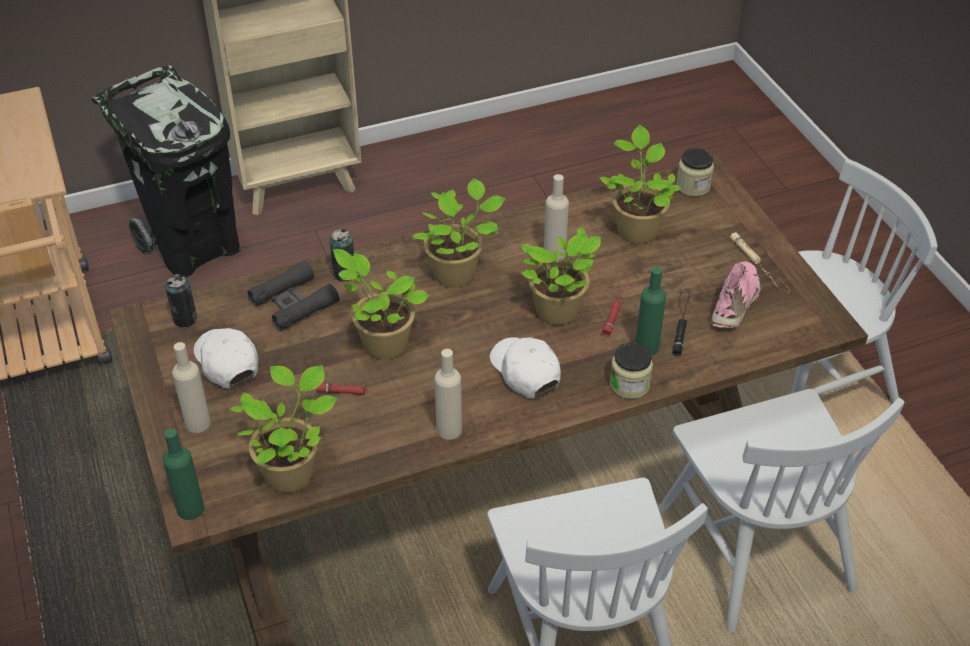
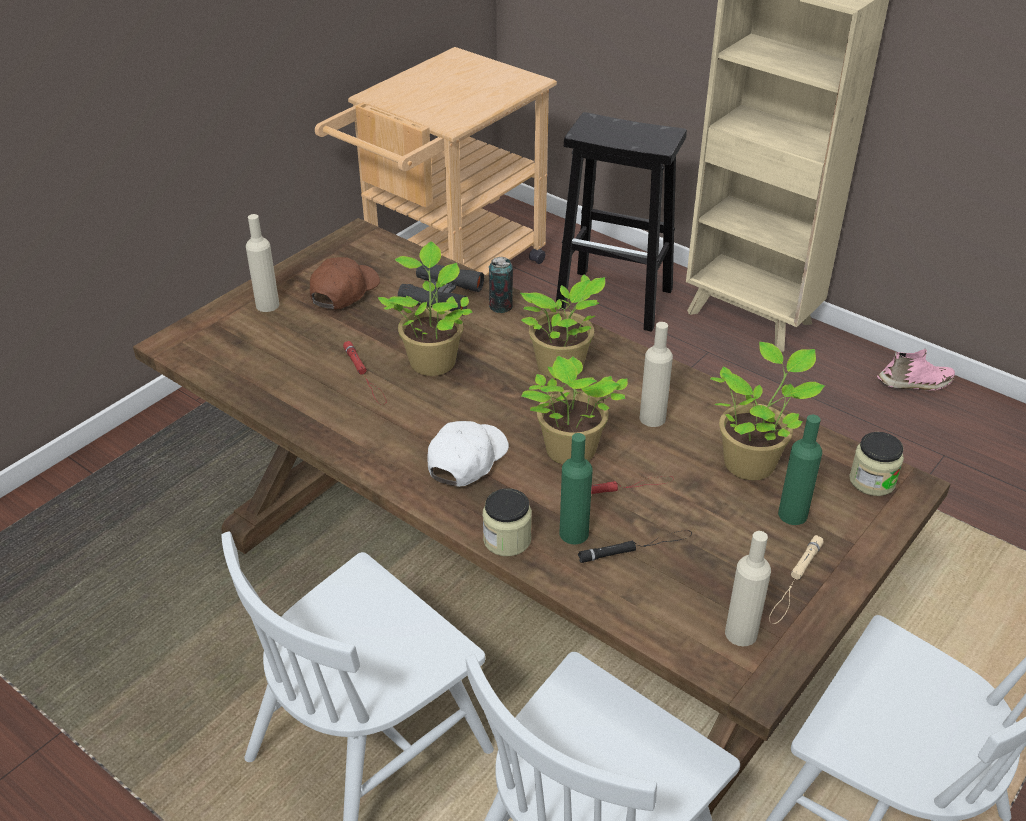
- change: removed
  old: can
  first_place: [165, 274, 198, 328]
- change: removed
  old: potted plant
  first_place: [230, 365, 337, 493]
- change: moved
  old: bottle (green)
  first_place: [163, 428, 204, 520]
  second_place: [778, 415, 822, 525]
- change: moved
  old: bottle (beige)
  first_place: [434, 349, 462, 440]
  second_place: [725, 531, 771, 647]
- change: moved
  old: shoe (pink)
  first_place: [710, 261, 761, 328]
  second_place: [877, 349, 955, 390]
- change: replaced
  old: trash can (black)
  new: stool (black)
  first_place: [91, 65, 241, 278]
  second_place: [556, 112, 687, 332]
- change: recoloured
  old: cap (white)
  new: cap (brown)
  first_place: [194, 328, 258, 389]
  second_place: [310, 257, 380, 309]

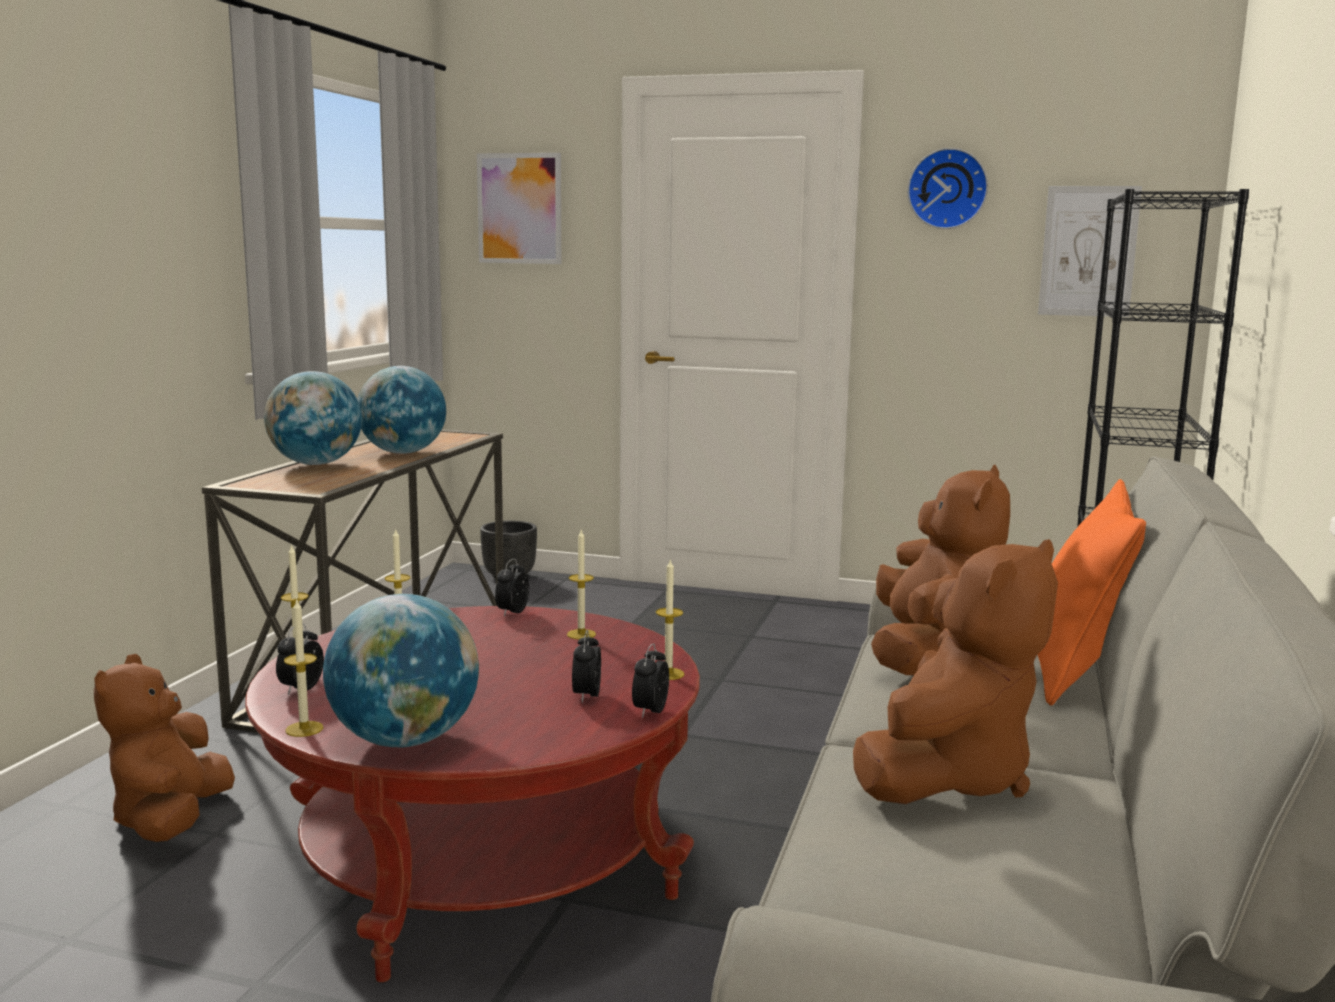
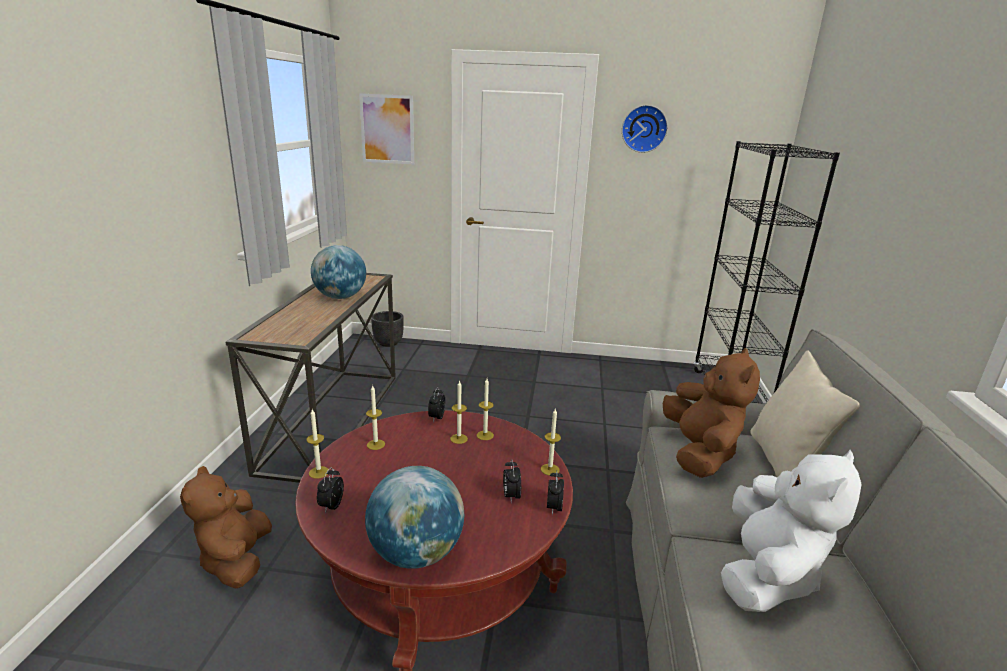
- change: removed
  old: globe
  first_place: [264, 371, 362, 465]
- change: removed
  old: picture
  first_place: [1038, 186, 1142, 317]
- change: moved
  old: candle
  first_place: [284, 600, 323, 737]
  second_place: [450, 380, 468, 444]
- change: recoloured
  old: plush toy (brown)
  new: plush toy (white)
  first_place: [853, 539, 1058, 804]
  second_place: [721, 450, 862, 612]
- change: recoloured
  old: pillow (orange)
  new: pillow (beige)
  first_place: [1038, 479, 1146, 706]
  second_place: [750, 351, 860, 478]

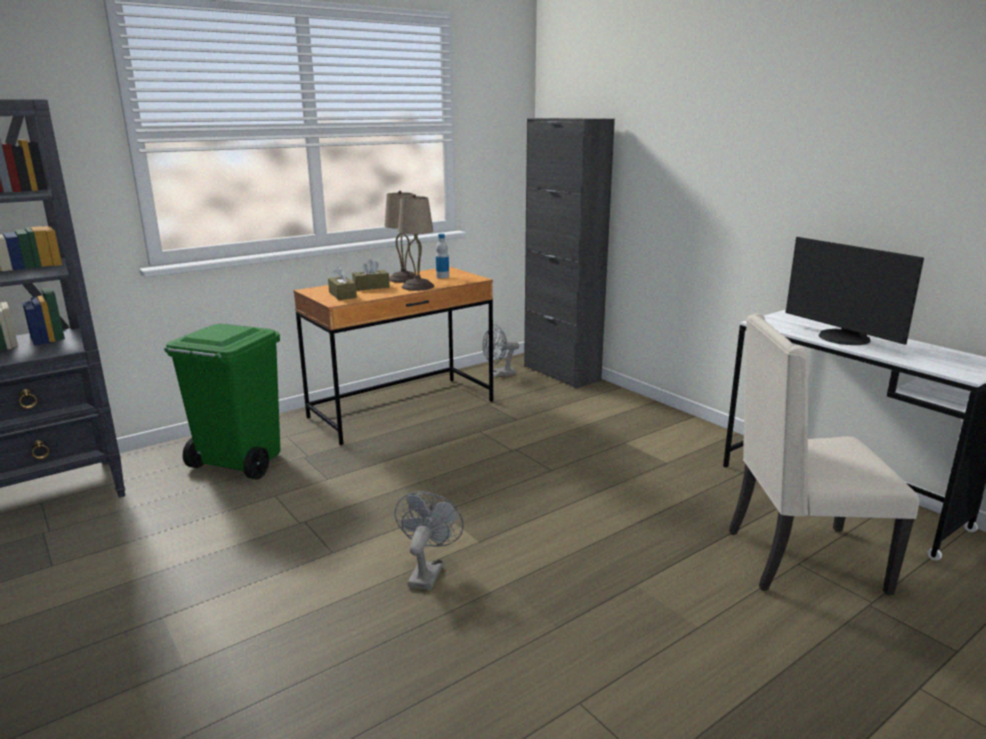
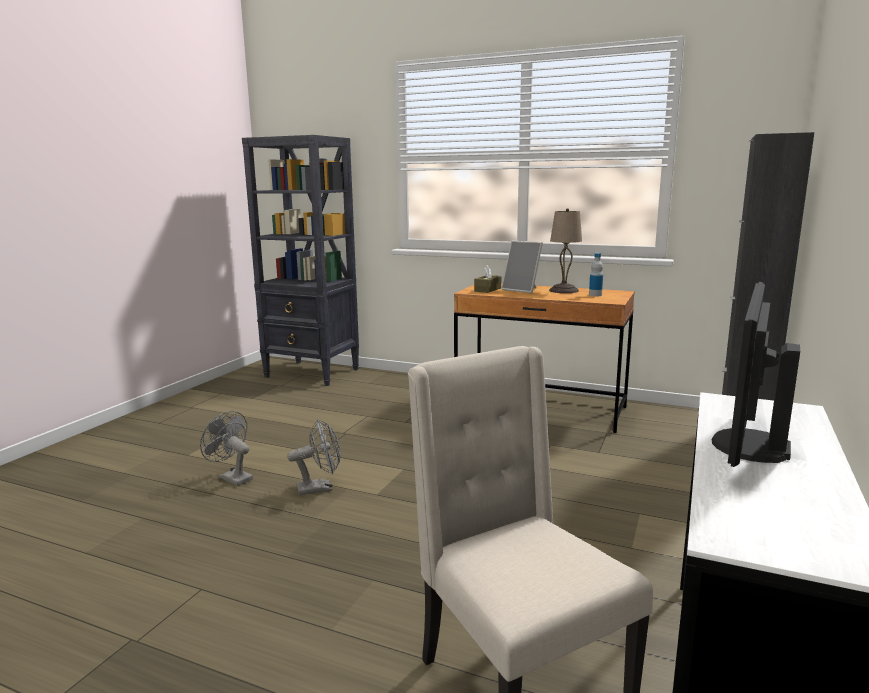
- change: removed
  old: trash can (green)
  first_place: [164, 323, 280, 479]
- change: removed
  old: table lamp (beige)
  first_place: [398, 194, 434, 291]
- change: moved
  old: fan (grey)
  first_place: [482, 324, 519, 377]
  second_place: [200, 411, 253, 486]
- change: replaced
  old: tissue box (brown)
  new: picture frame
  first_place: [352, 259, 390, 291]
  second_place: [501, 240, 543, 293]

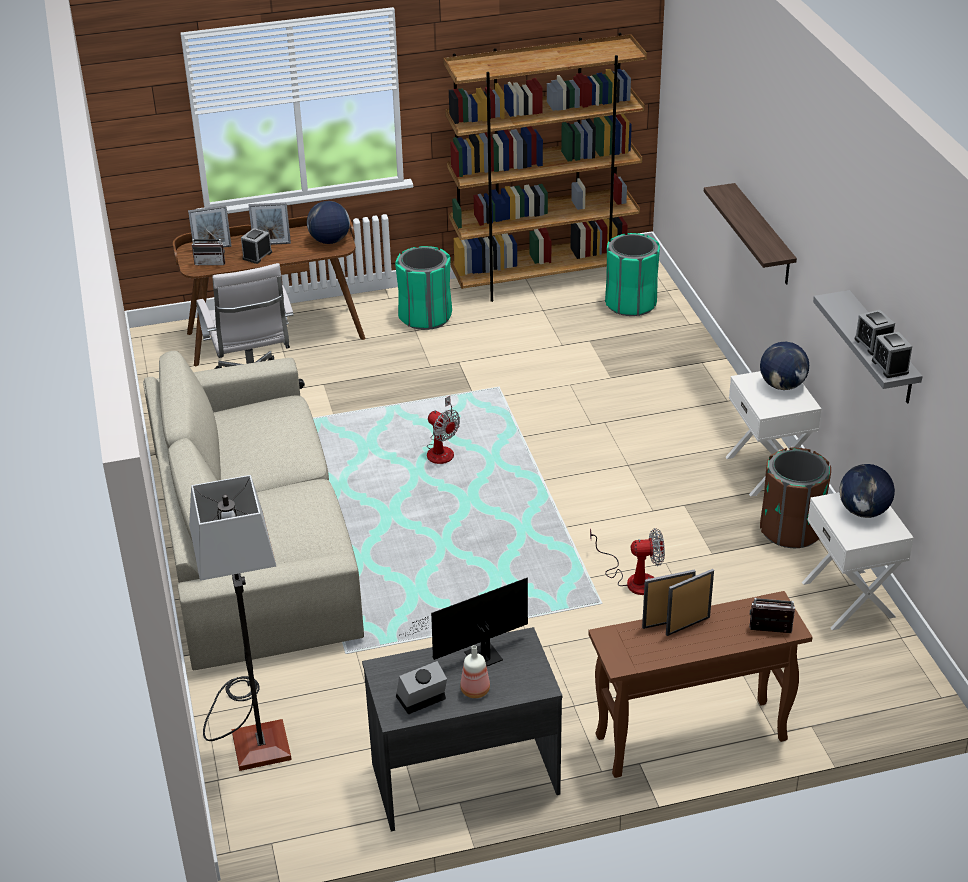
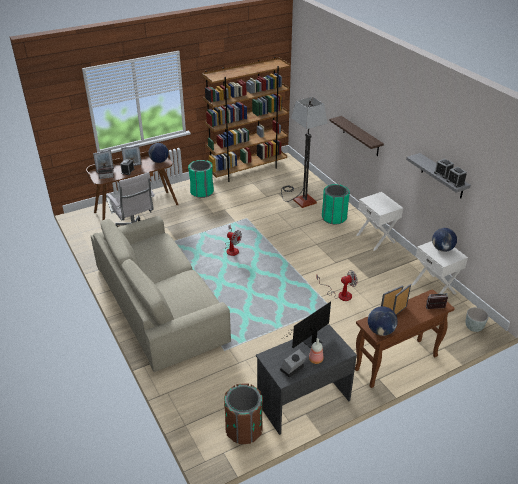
- change: added
  new: planter (grey)
  second_place: [465, 307, 489, 332]
- change: moved
  old: floor lamp
  first_place: [189, 475, 292, 771]
  second_place: [281, 97, 327, 208]
- change: moved
  old: trash can (green)
  first_place: [605, 233, 660, 316]
  second_place: [322, 184, 350, 225]
- change: moved
  old: globe
  first_place: [760, 342, 809, 390]
  second_place: [368, 306, 397, 336]
- change: moved
  old: trash can (brown)
  first_place: [760, 447, 831, 548]
  second_place: [224, 384, 263, 444]

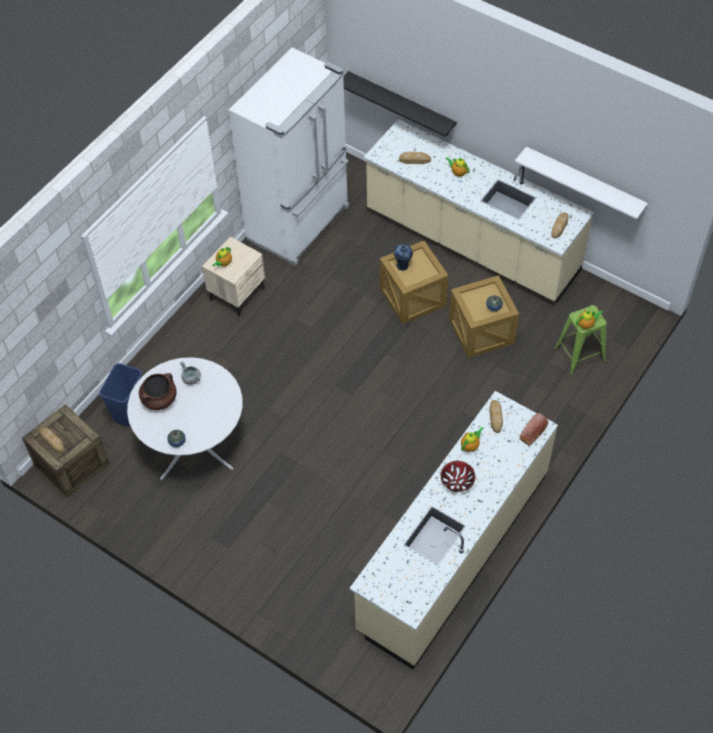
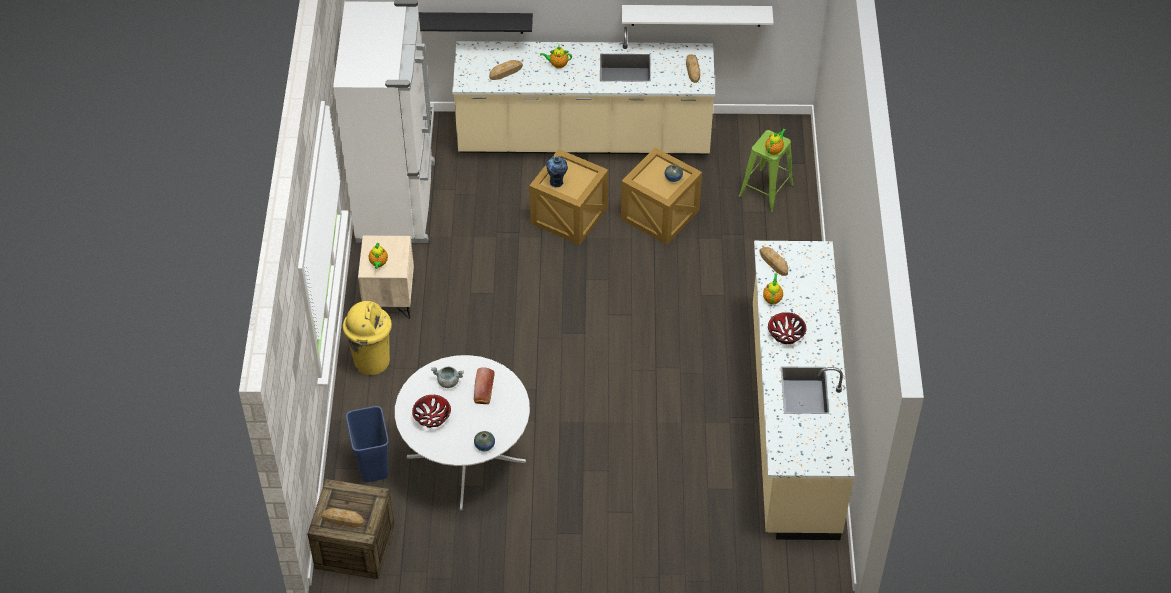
- change: added
  new: trash can (yellow)
  second_place: [343, 301, 392, 375]
- change: moved
  old: bread
  first_place: [520, 413, 549, 446]
  second_place: [474, 367, 495, 404]
- change: replaced
  old: cooking pot (brown)
  new: bowl
  first_place: [139, 373, 177, 410]
  second_place: [412, 395, 451, 428]

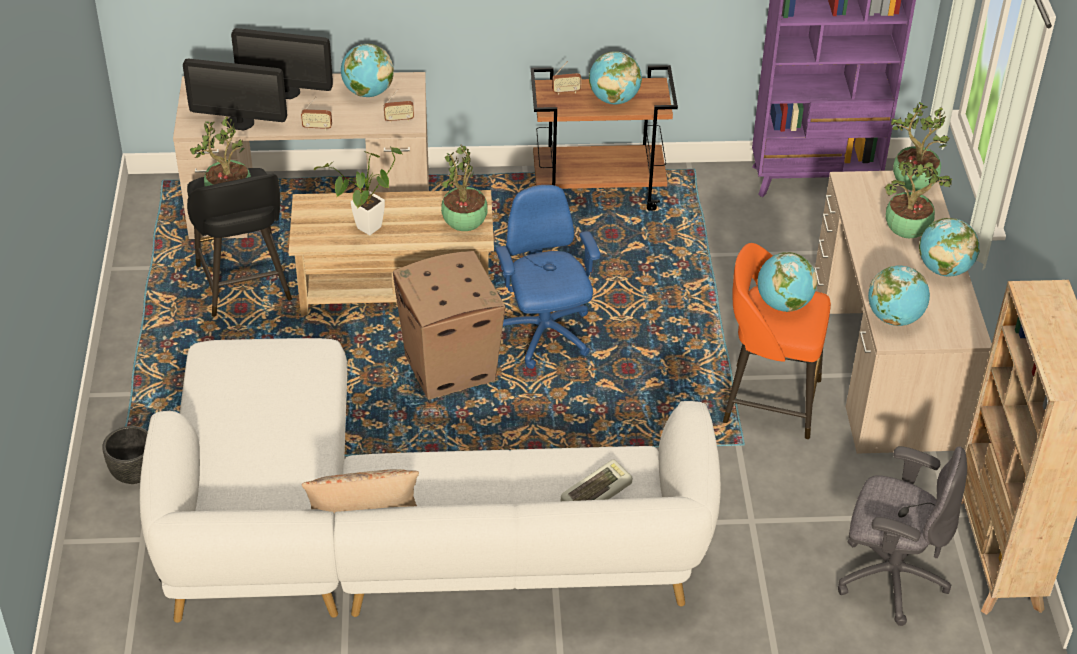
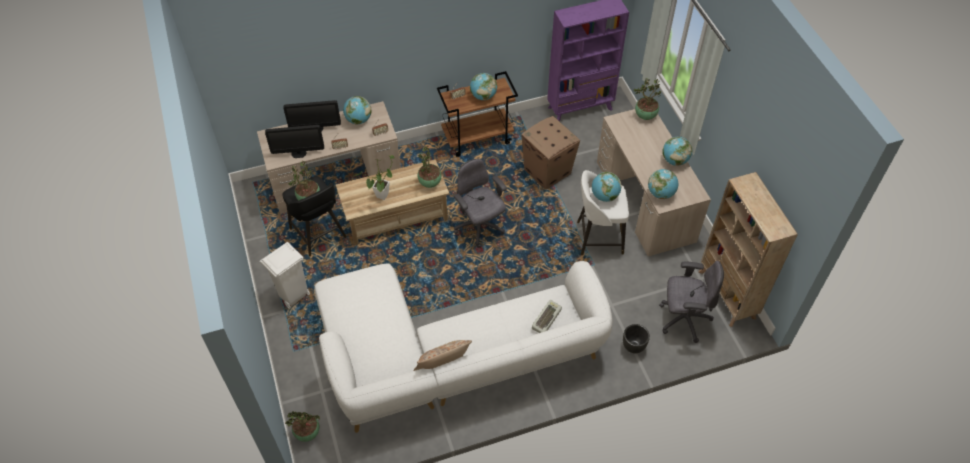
- change: added
  new: trash can (white)
  second_place: [260, 242, 310, 309]
- change: moved
  old: planter (black)
  first_place: [102, 426, 148, 484]
  second_place: [623, 324, 650, 353]
- change: moved
  old: cardboard box
  first_place: [393, 251, 506, 400]
  second_place: [521, 116, 580, 190]
- change: moved
  old: potted plant
  first_place: [885, 162, 953, 238]
  second_place: [285, 412, 320, 442]
- change: recoloured
  old: office chair (blue)
  new: office chair (grey)
  first_place: [496, 185, 600, 369]
  second_place: [454, 159, 507, 248]
- change: recoloured
  old: stool (orange)
  new: stool (white)
  first_place: [723, 243, 831, 439]
  second_place: [577, 170, 629, 255]

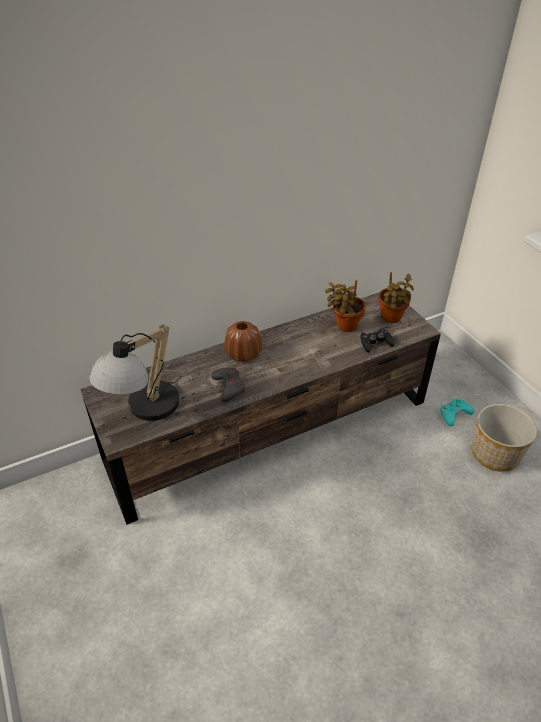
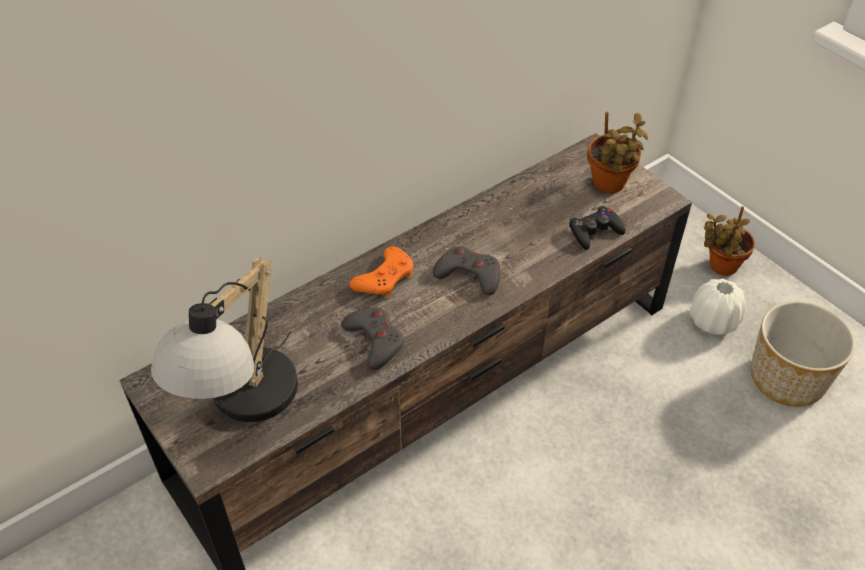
- change: added
  new: game controller (grey)
  second_place: [433, 246, 500, 295]
- change: moved
  old: potted plant
  first_place: [325, 280, 366, 332]
  second_place: [704, 206, 755, 276]
- change: replaced
  old: vase (brown)
  new: game controller (orange)
  first_place: [224, 321, 262, 362]
  second_place: [349, 247, 414, 297]
- change: replaced
  old: game controller (turquoise)
  new: vase (white)
  first_place: [440, 399, 475, 426]
  second_place: [690, 279, 746, 335]

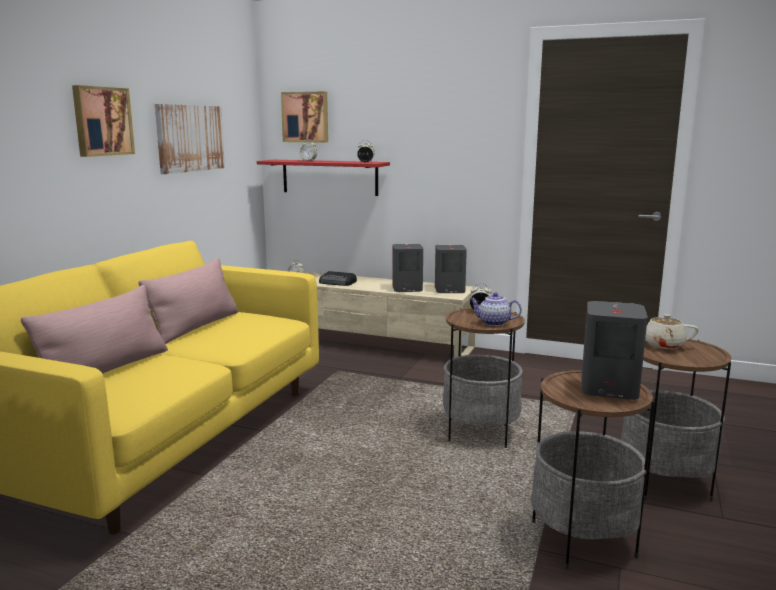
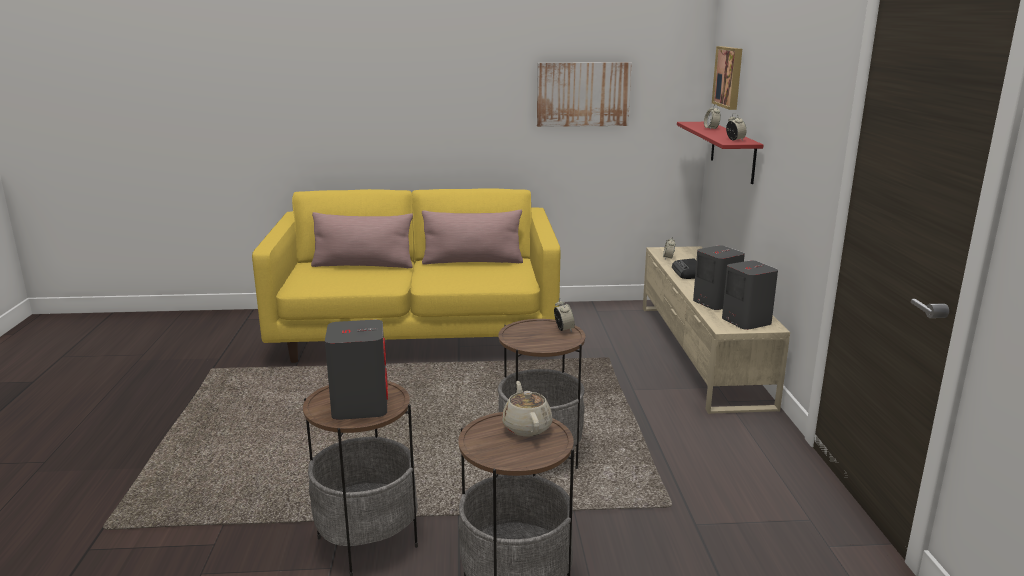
- change: removed
  old: picture
  first_place: [72, 85, 135, 157]
- change: removed
  old: teapot
  first_place: [470, 292, 522, 326]

